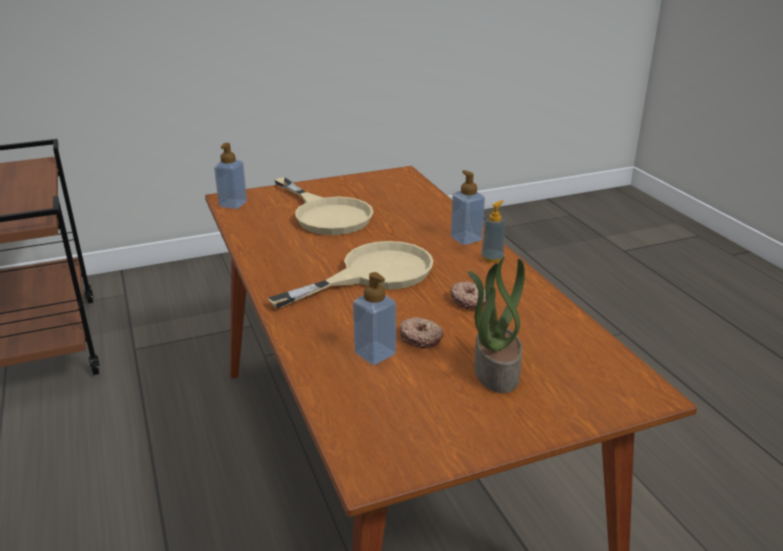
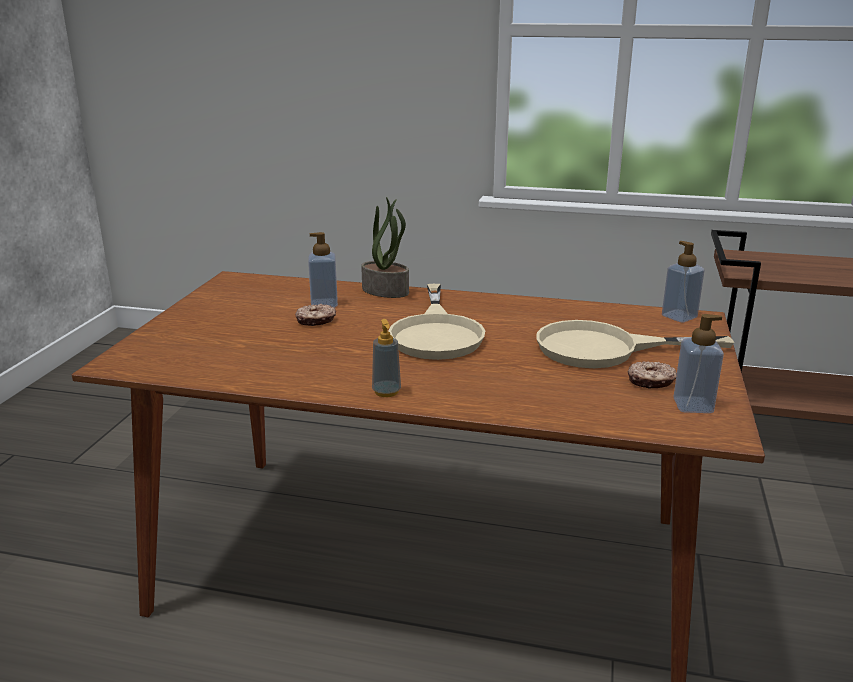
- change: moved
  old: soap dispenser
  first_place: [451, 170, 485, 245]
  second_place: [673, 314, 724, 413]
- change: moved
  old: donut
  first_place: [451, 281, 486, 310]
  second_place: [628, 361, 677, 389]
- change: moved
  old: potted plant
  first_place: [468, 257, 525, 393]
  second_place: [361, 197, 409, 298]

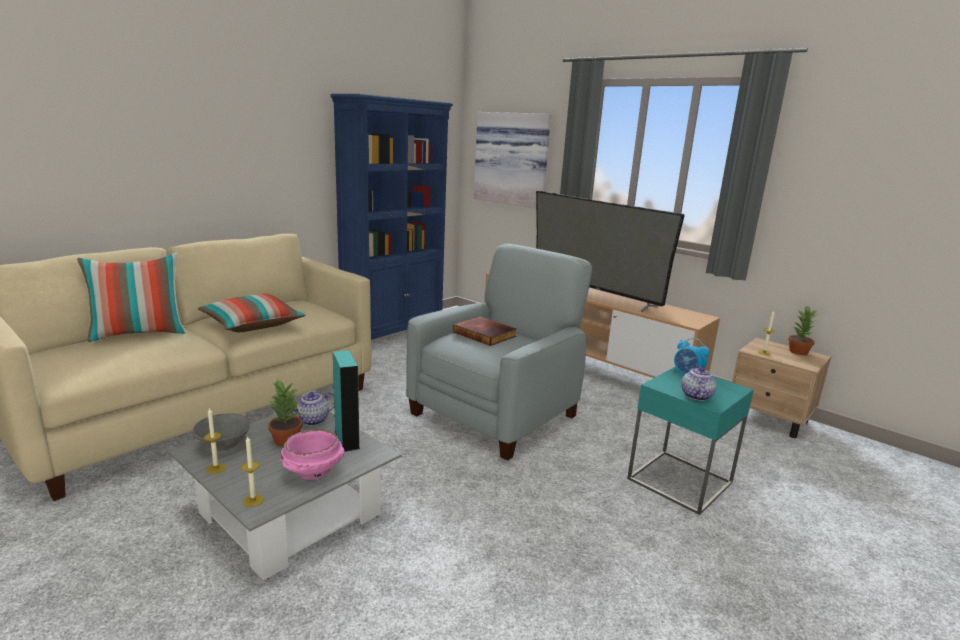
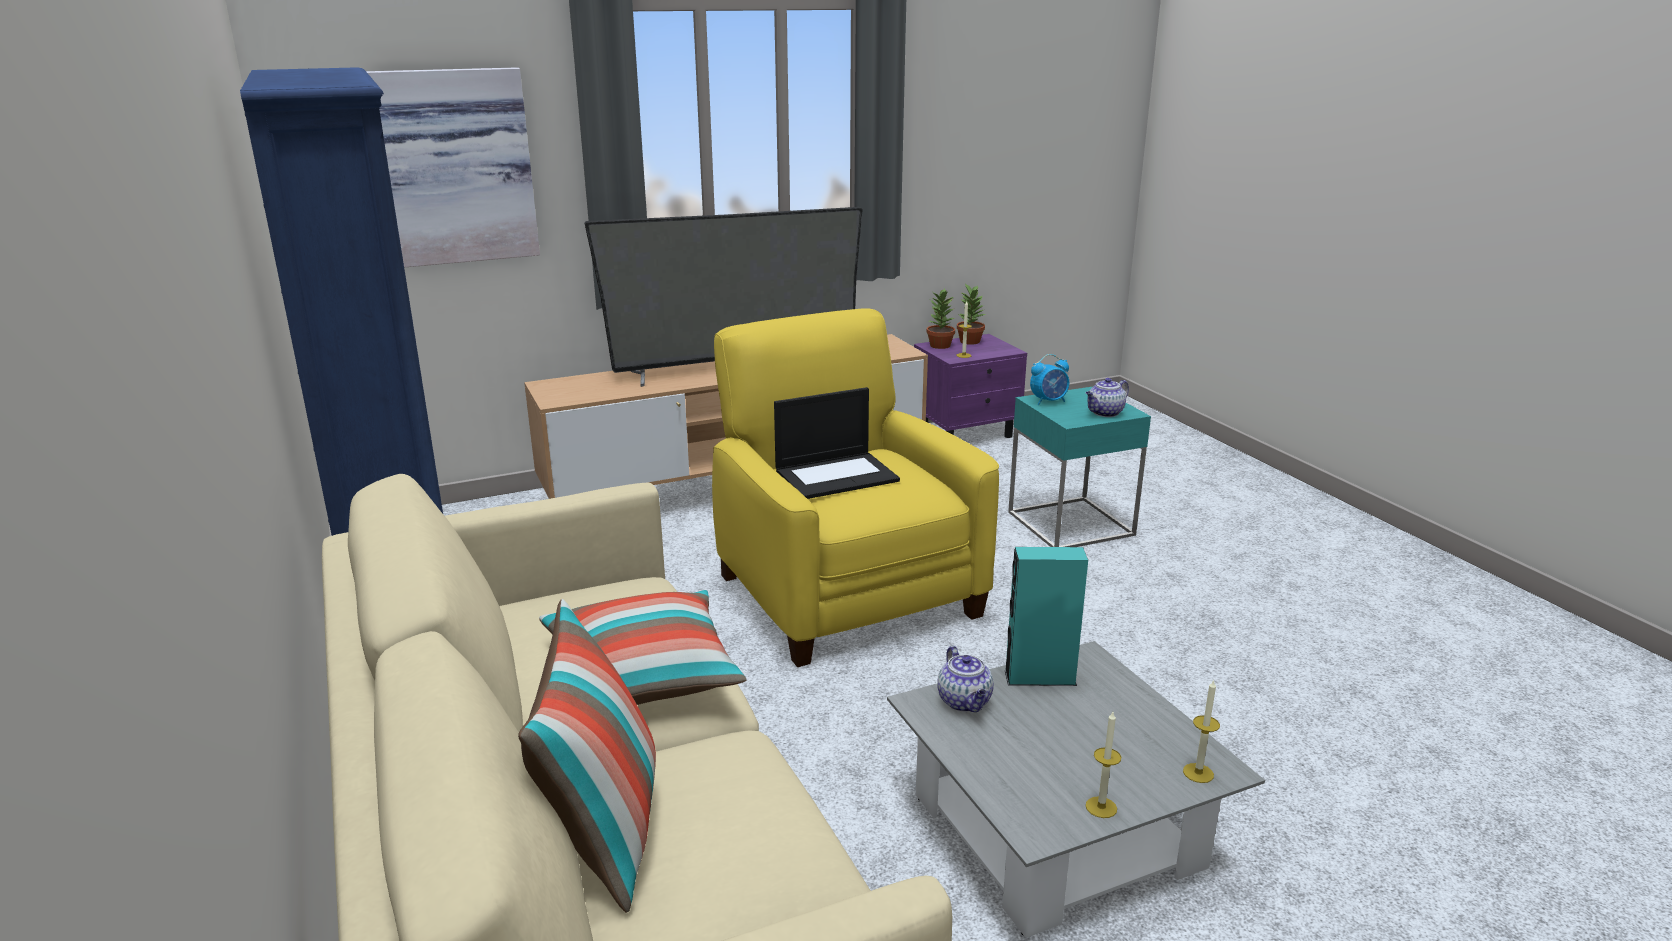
- change: removed
  old: bowl (grey)
  first_place: [193, 413, 250, 450]
- change: removed
  old: bowl (pink)
  first_place: [280, 429, 345, 480]
- change: moved
  old: potted plant
  first_place: [268, 379, 303, 447]
  second_place: [927, 288, 955, 349]
- change: replaced
  old: book
  new: laptop
  first_place: [453, 317, 517, 346]
  second_place: [774, 387, 900, 499]
- change: recoloured
  old: armchair (grey)
  new: armchair (yellow)
  first_place: [406, 244, 592, 461]
  second_place: [712, 308, 999, 667]
- change: recoloured
  old: nightstand (beige)
  new: nightstand (purple)
  first_place: [732, 338, 831, 438]
  second_place: [914, 334, 1027, 438]
- change: turned
  old: teapot
  first_place: [681, 365, 716, 401]
  second_place: [1086, 378, 1129, 417]
  degrees: -75

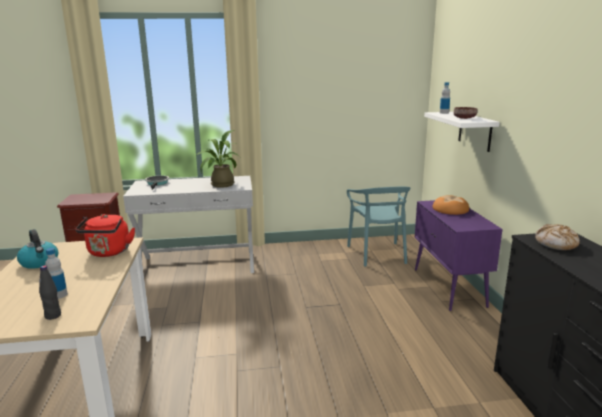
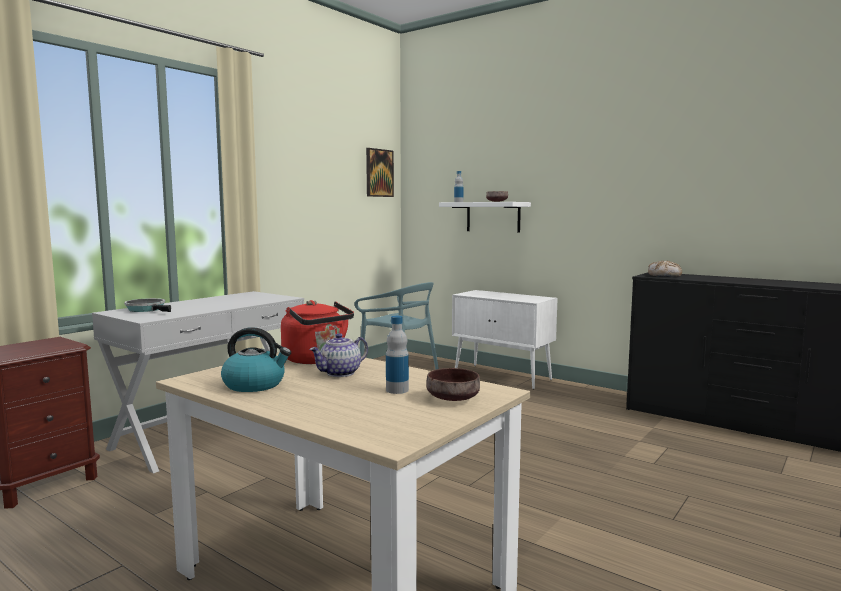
- change: removed
  old: potted plant
  first_place: [197, 130, 240, 188]
- change: removed
  old: bread
  first_place: [433, 195, 469, 215]
- change: added
  new: teapot
  second_place: [309, 333, 368, 377]
- change: added
  new: picture
  second_place: [366, 148, 394, 197]
- change: replaced
  old: bottle (black)
  new: bowl (brown)
  first_place: [39, 265, 61, 320]
  second_place: [426, 368, 480, 401]
- change: recoloured
  old: cabinet (purple)
  new: cabinet (white)
  first_place: [415, 200, 502, 311]
  second_place: [452, 290, 557, 389]

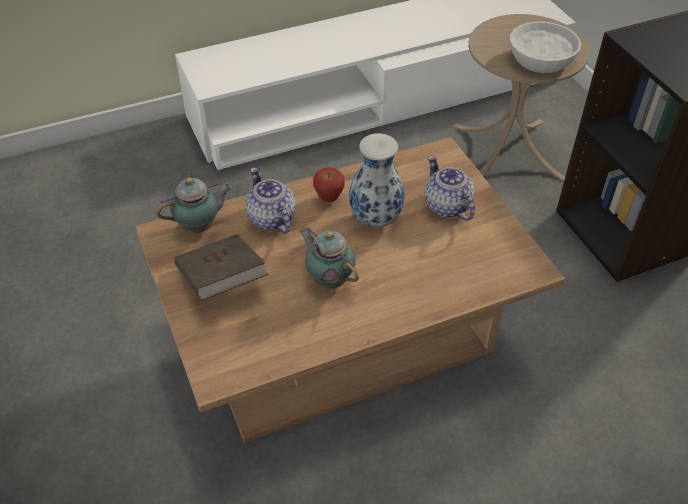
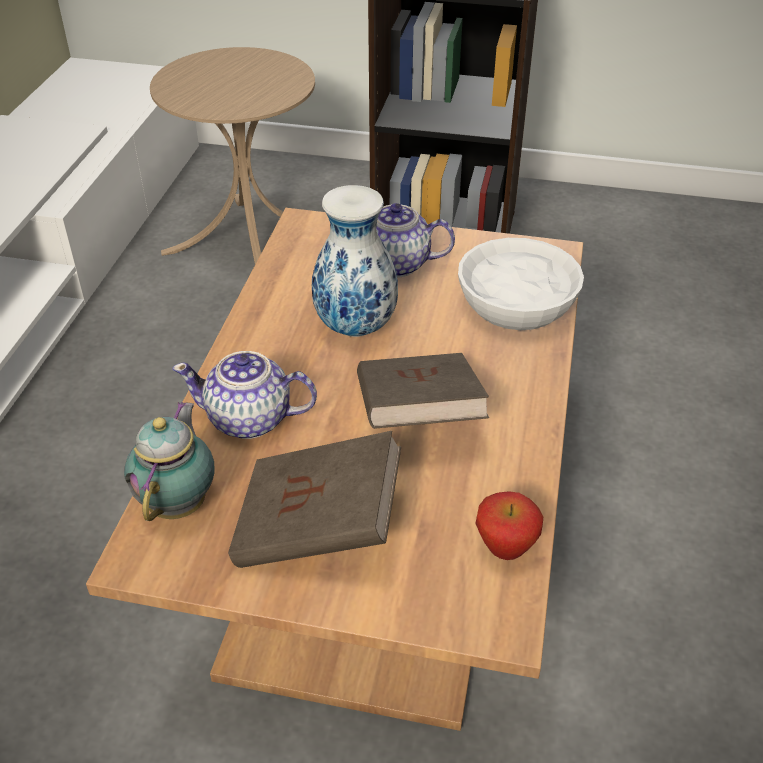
- change: moved
  old: apple
  first_place: [313, 167, 345, 202]
  second_place: [475, 491, 543, 560]
- change: moved
  old: bowl (white)
  first_place: [510, 22, 581, 73]
  second_place: [458, 238, 584, 330]
- change: replaced
  old: teapot
  new: book (brown)
  first_place: [299, 227, 359, 289]
  second_place: [357, 353, 489, 429]

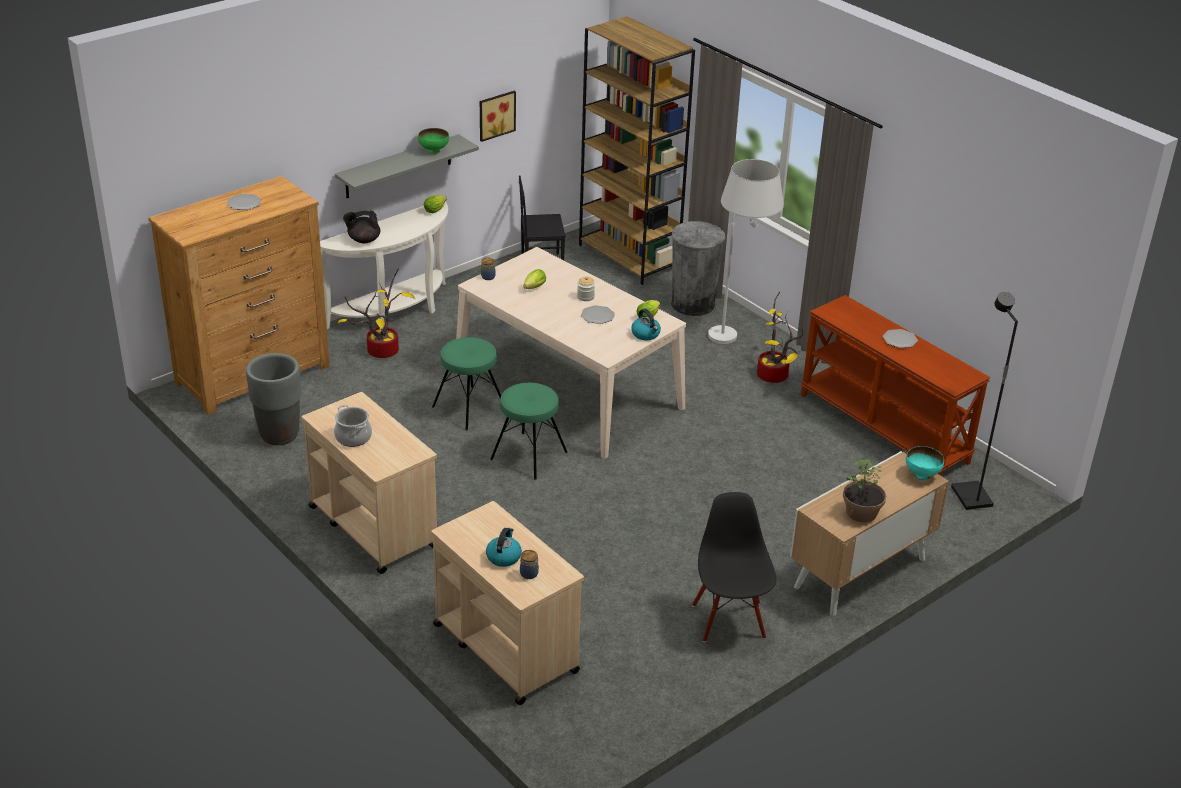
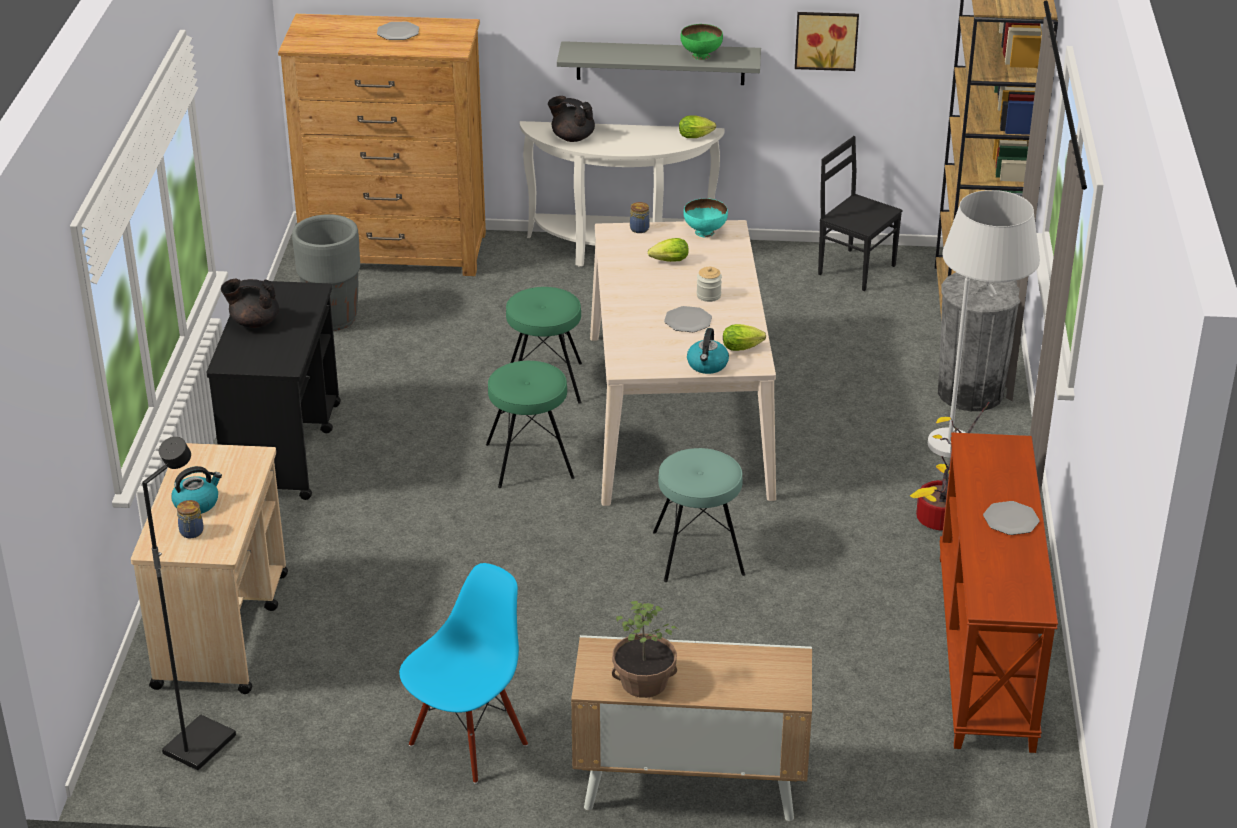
- change: removed
  old: potted plant
  first_place: [337, 270, 416, 358]
- change: added
  new: stool (turquoise)
  second_place: [653, 448, 745, 582]
- change: moved
  old: bowl (turquoise)
  first_place: [906, 446, 944, 481]
  second_place: [684, 198, 728, 237]
- change: moved
  old: floor lamp (black)
  first_place: [951, 292, 1018, 510]
  second_place: [142, 437, 236, 771]
- change: replaced
  old: cooking pot
  new: teapot (black)
  first_place: [334, 405, 372, 447]
  second_place: [221, 279, 279, 328]
- change: recoloured
  old: cart (beige)
  new: cart (black)
  first_place: [302, 392, 437, 574]
  second_place: [207, 281, 341, 500]
- change: recoloured
  old: chair (black)
  new: chair (blue)
  first_place: [692, 492, 776, 642]
  second_place: [399, 563, 528, 784]

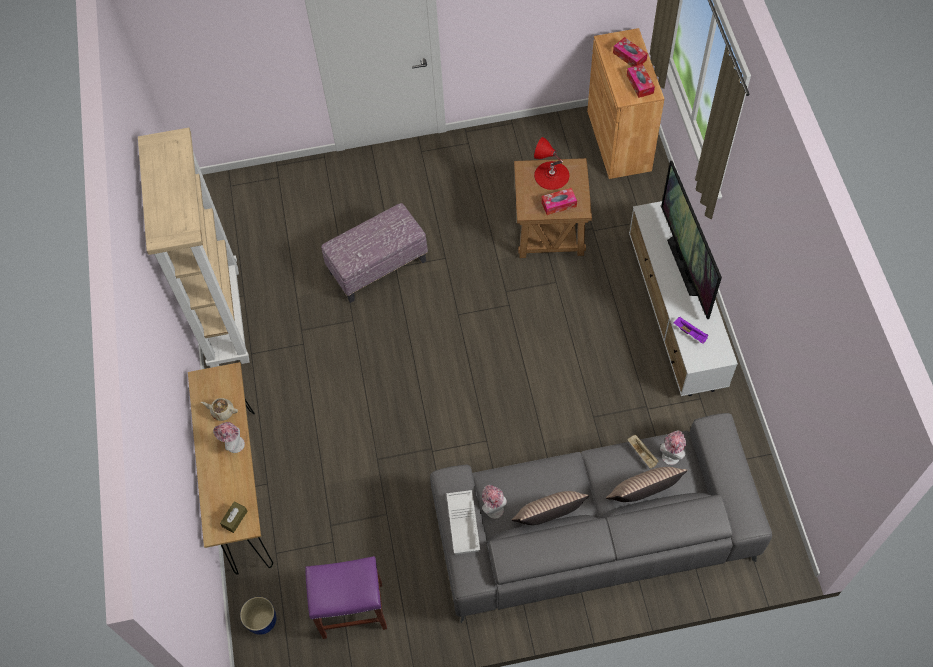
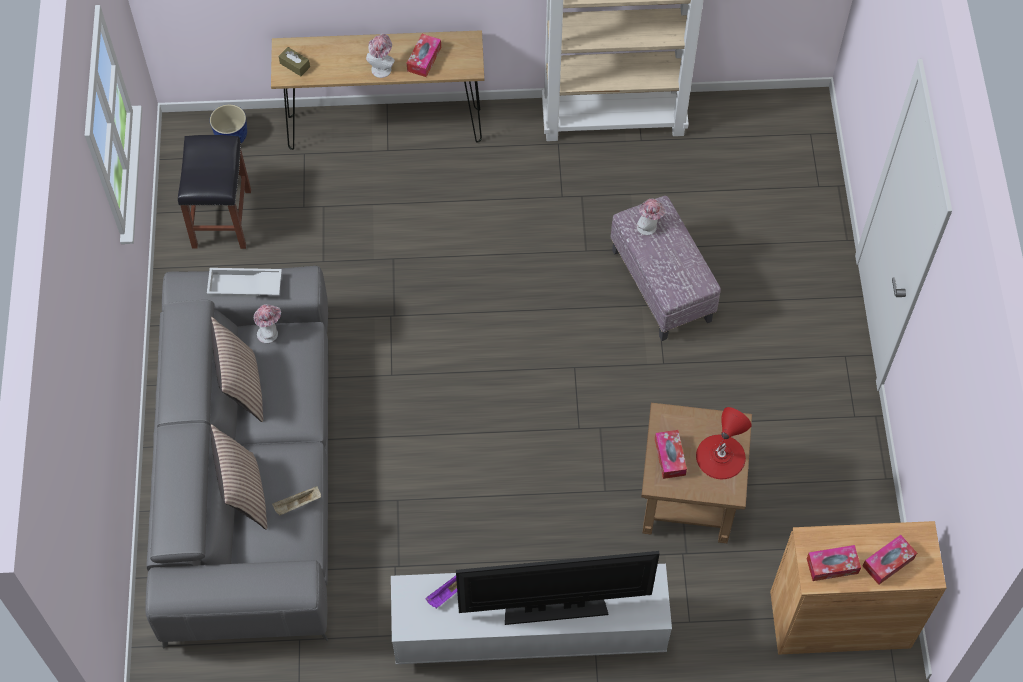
- change: moved
  old: hat
  first_place: [660, 430, 686, 465]
  second_place: [636, 199, 666, 235]
- change: replaced
  old: teapot (beige)
  new: tissue box
  first_place: [201, 398, 238, 421]
  second_place: [407, 34, 441, 77]
- change: recoloured
  old: stool (purple)
  new: stool (black)
  first_place: [305, 556, 387, 639]
  second_place: [178, 135, 251, 249]

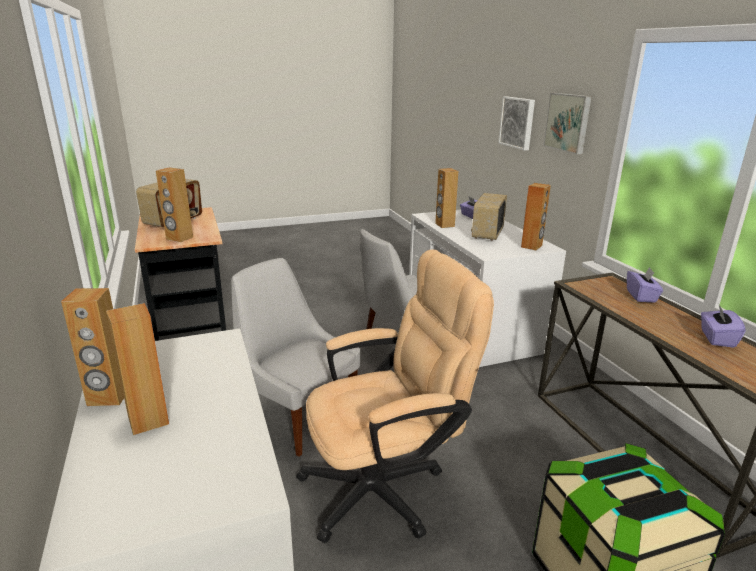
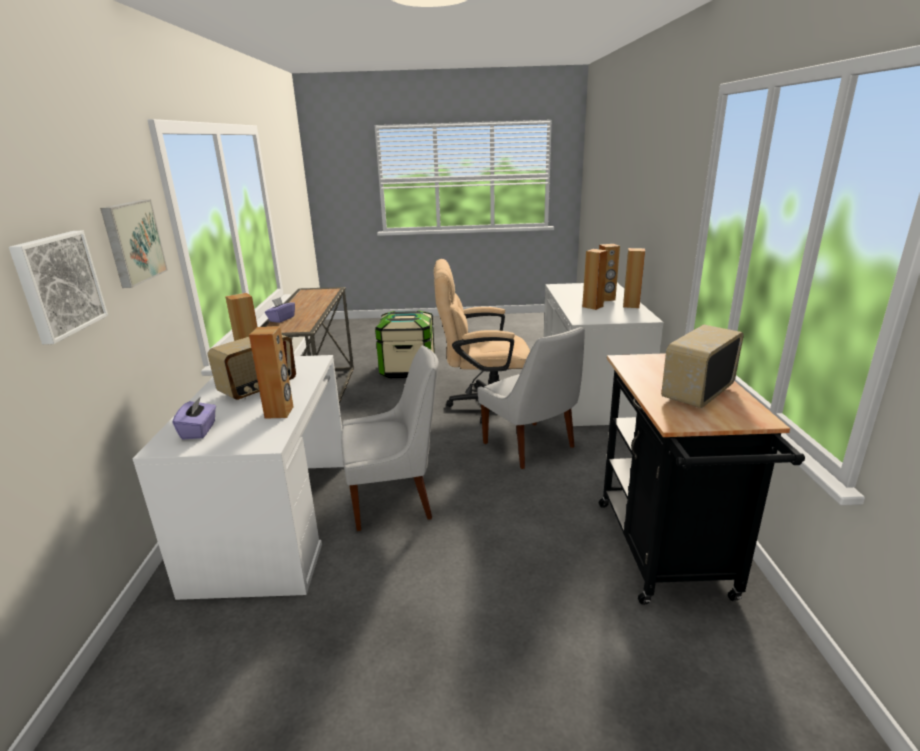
- change: removed
  old: tissue box (purple)
  first_place: [701, 305, 746, 348]
- change: moved
  old: speaker (brown)
  first_place: [156, 167, 193, 242]
  second_place: [582, 249, 608, 310]

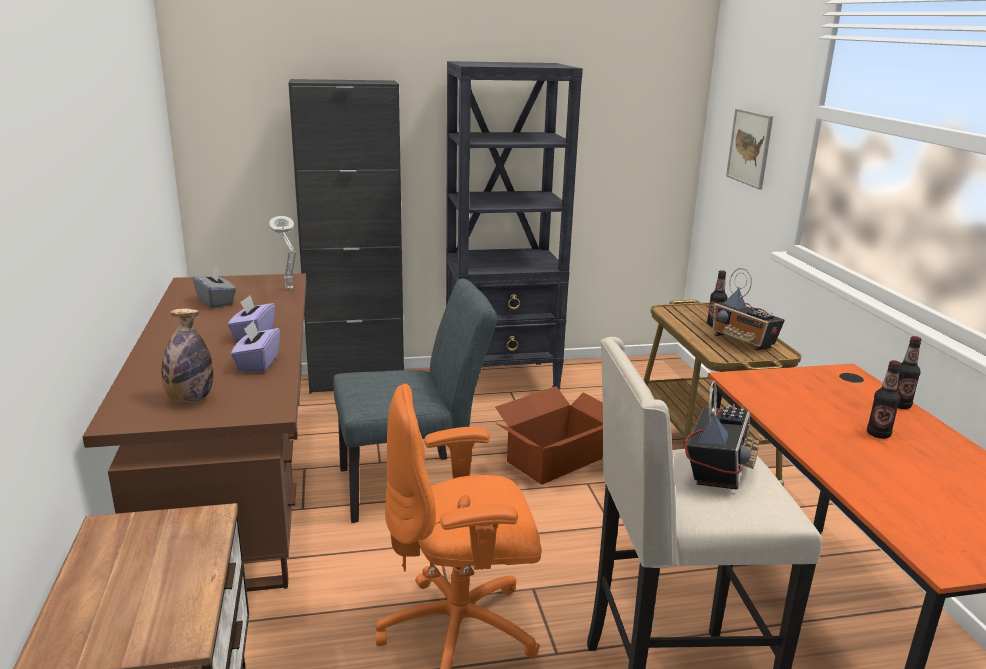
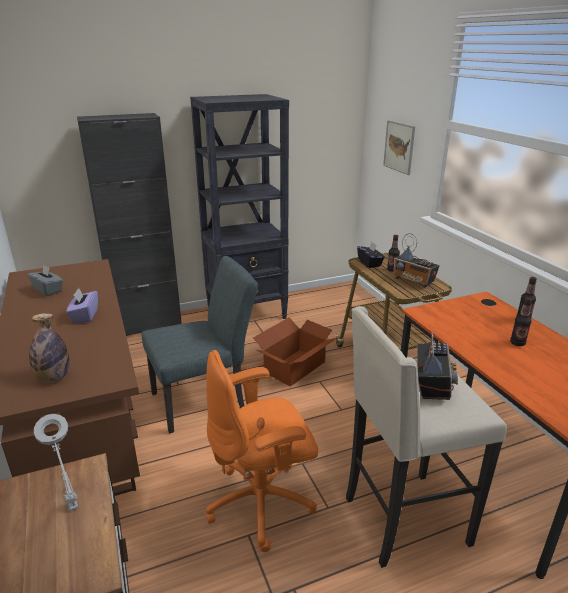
- change: removed
  old: tissue box (purple)
  first_place: [231, 320, 280, 372]
- change: added
  new: tissue box (black)
  second_place: [357, 242, 385, 268]
- change: moved
  old: table lamp (grey)
  first_place: [269, 216, 296, 290]
  second_place: [34, 414, 78, 511]

